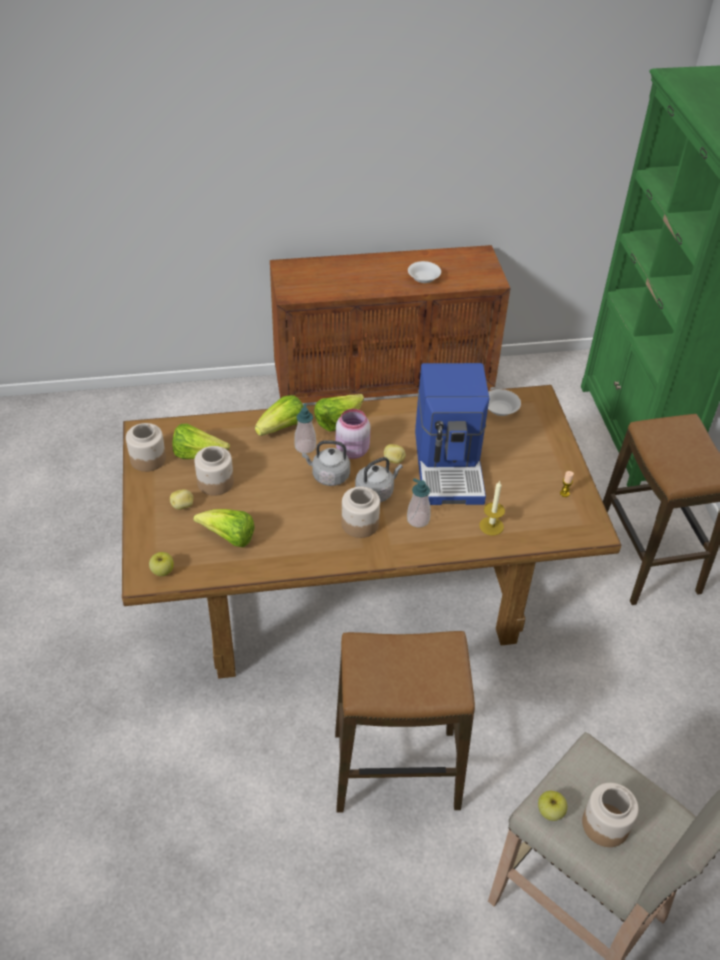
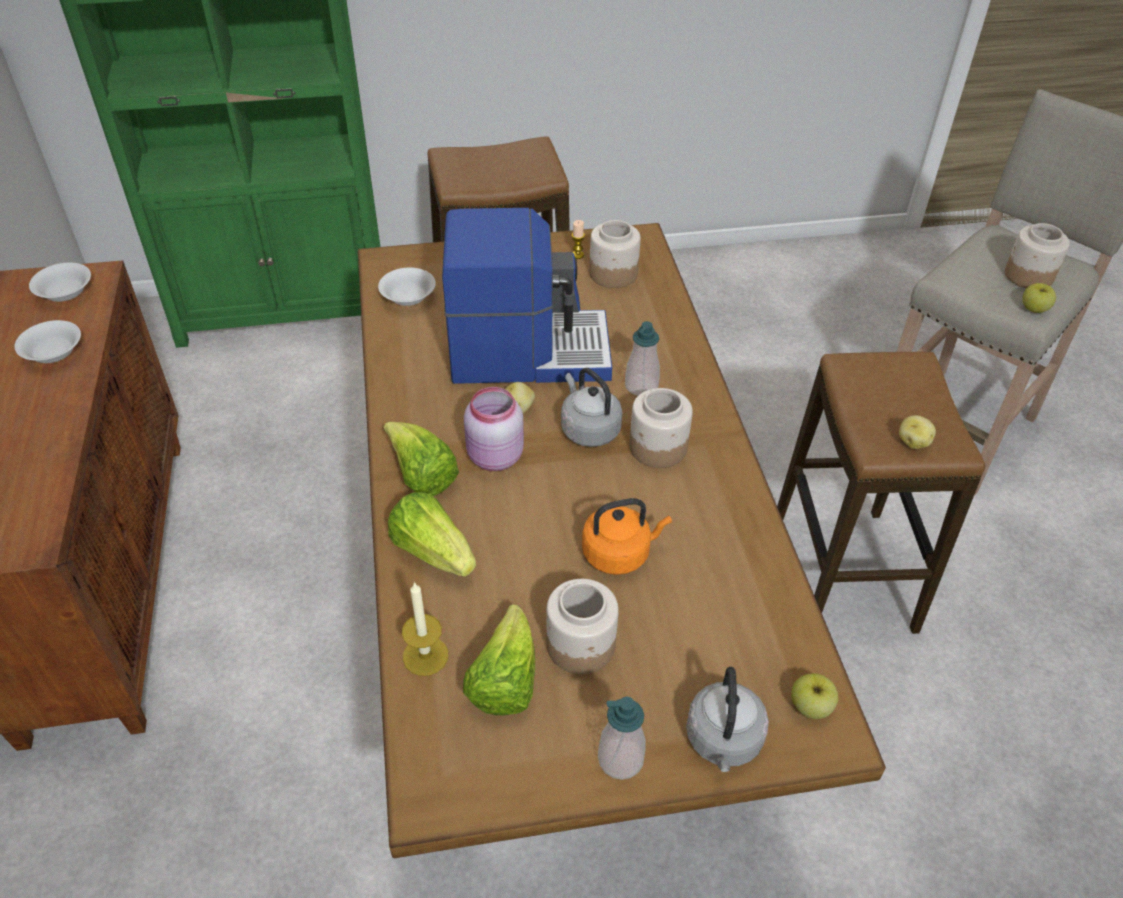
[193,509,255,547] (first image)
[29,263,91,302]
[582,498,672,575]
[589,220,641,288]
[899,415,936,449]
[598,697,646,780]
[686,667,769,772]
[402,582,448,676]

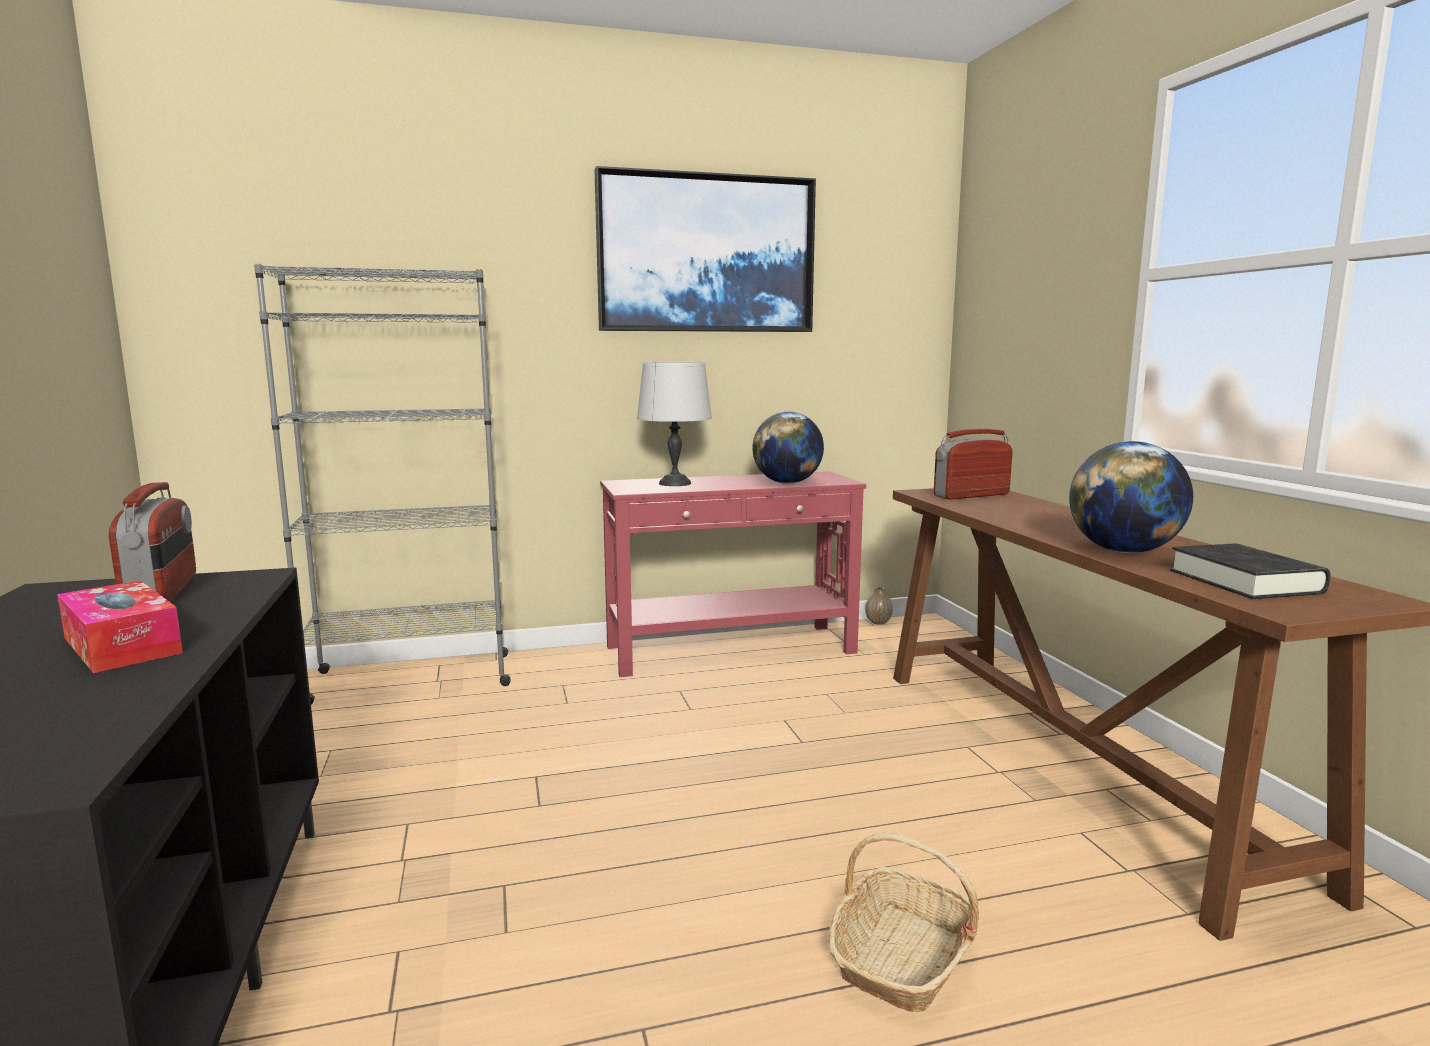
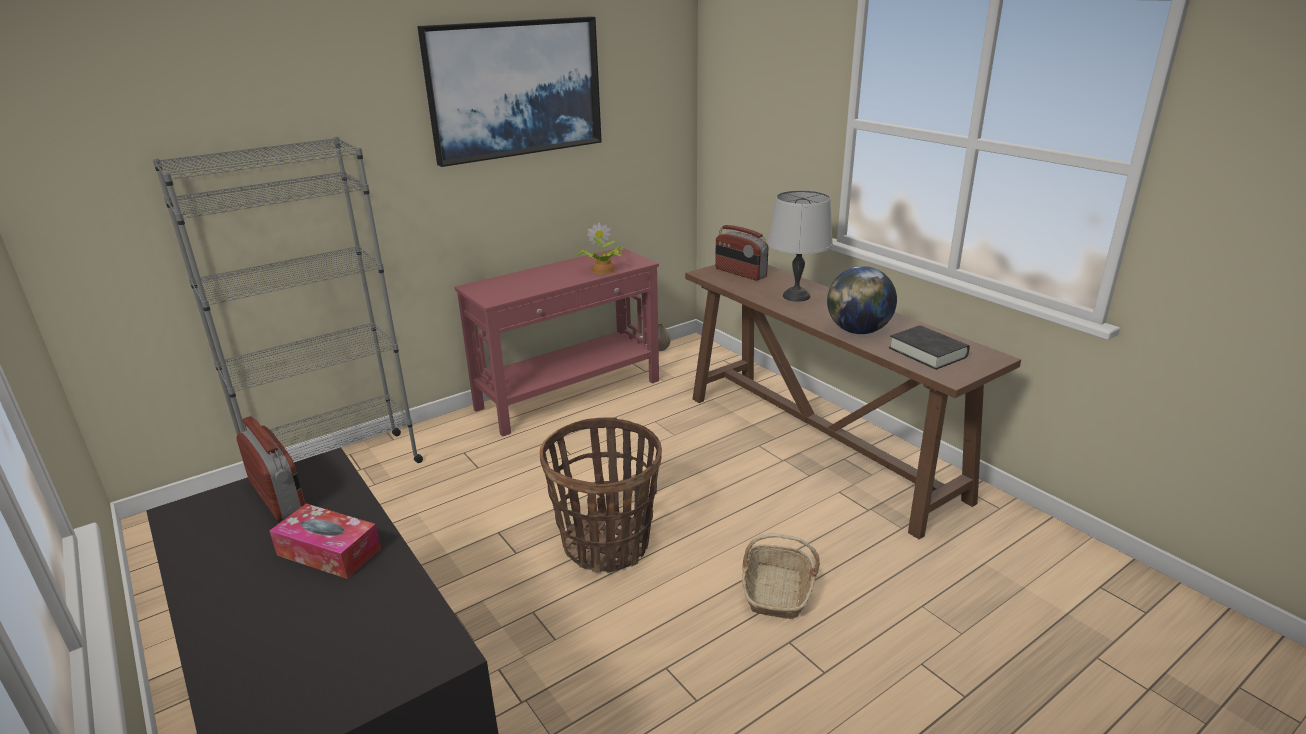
[540,417,662,573]
[768,190,833,302]
[577,222,623,274]
[715,225,768,281]

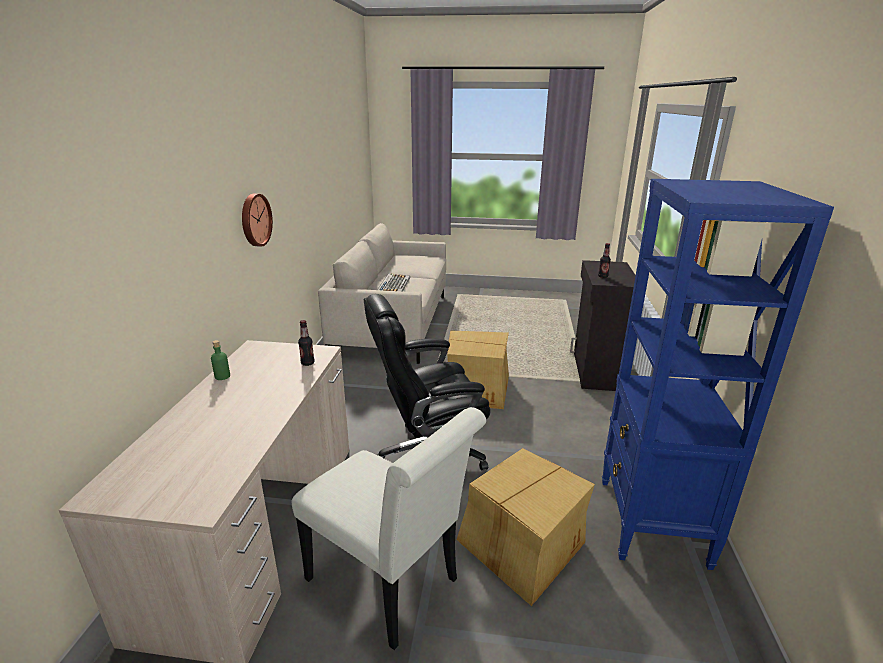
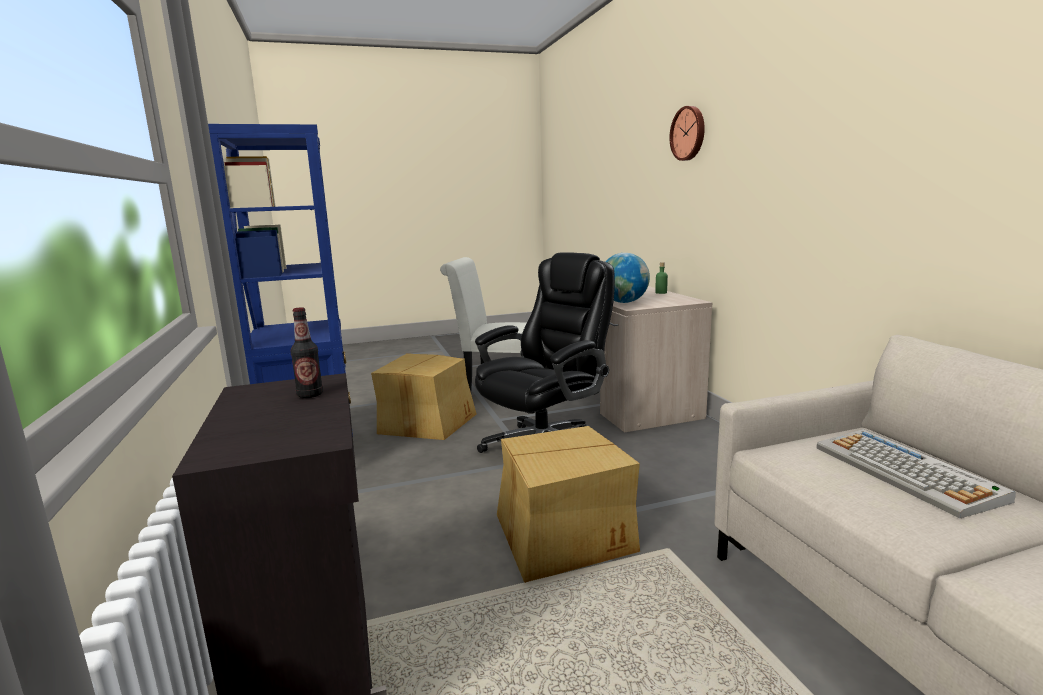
[670,106,705,161]
[606,253,650,303]

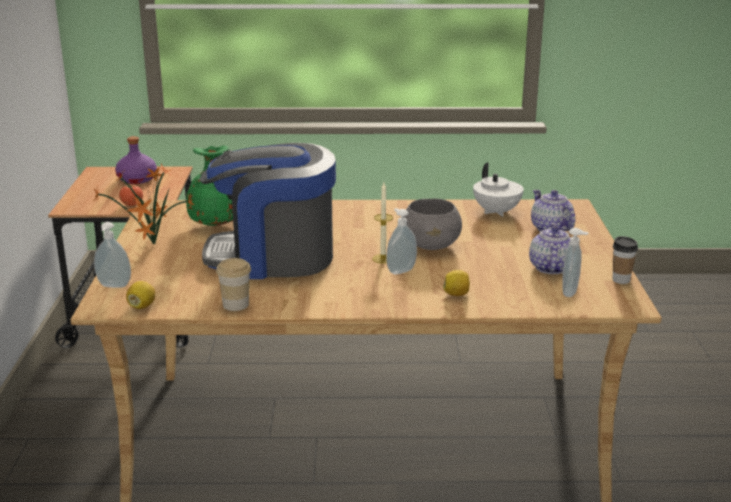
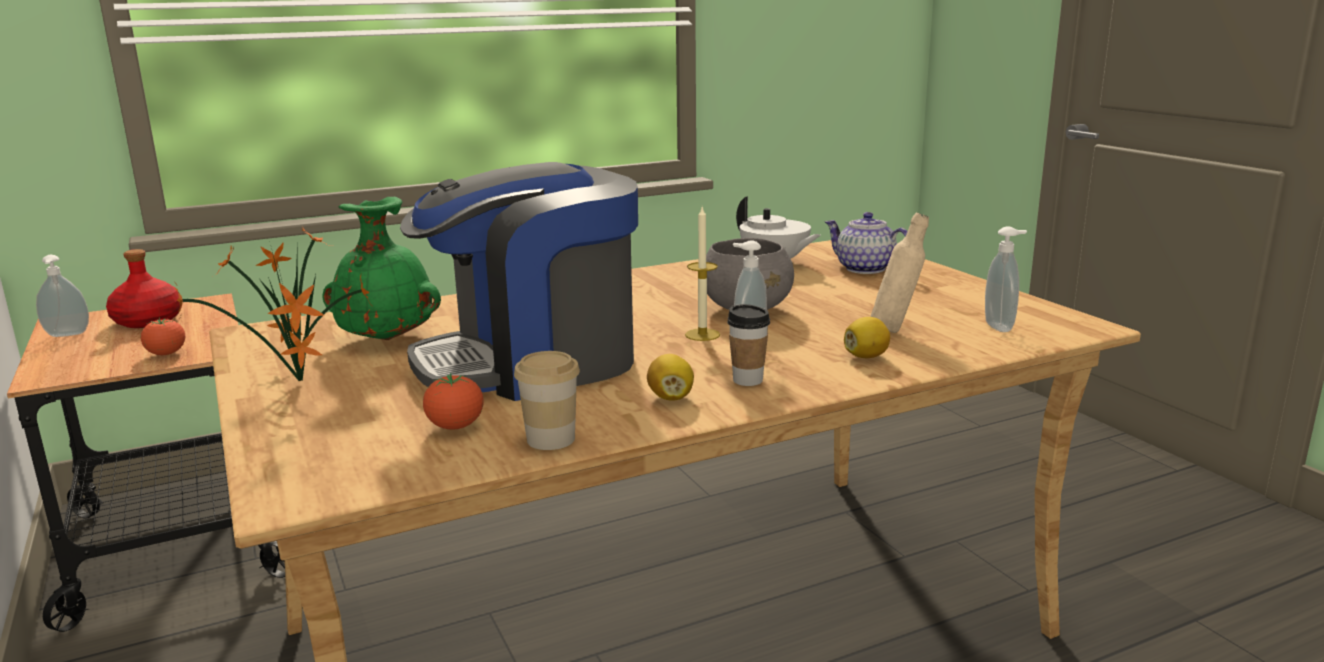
[529,223,570,274] (first image)
[423,373,484,430]
[870,212,929,333]
[36,255,89,337]
[647,354,694,401]
[727,304,770,386]
[106,249,182,328]

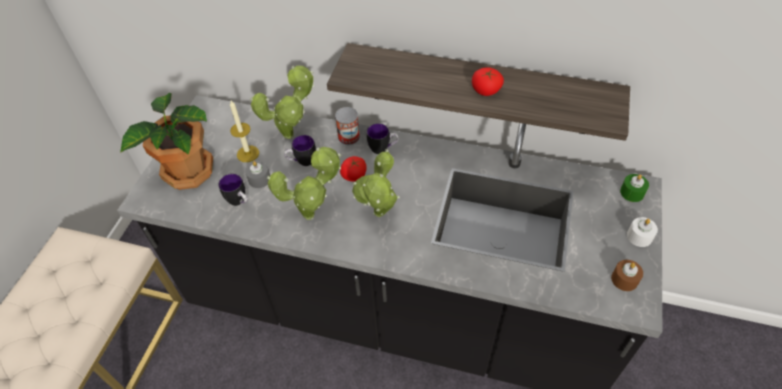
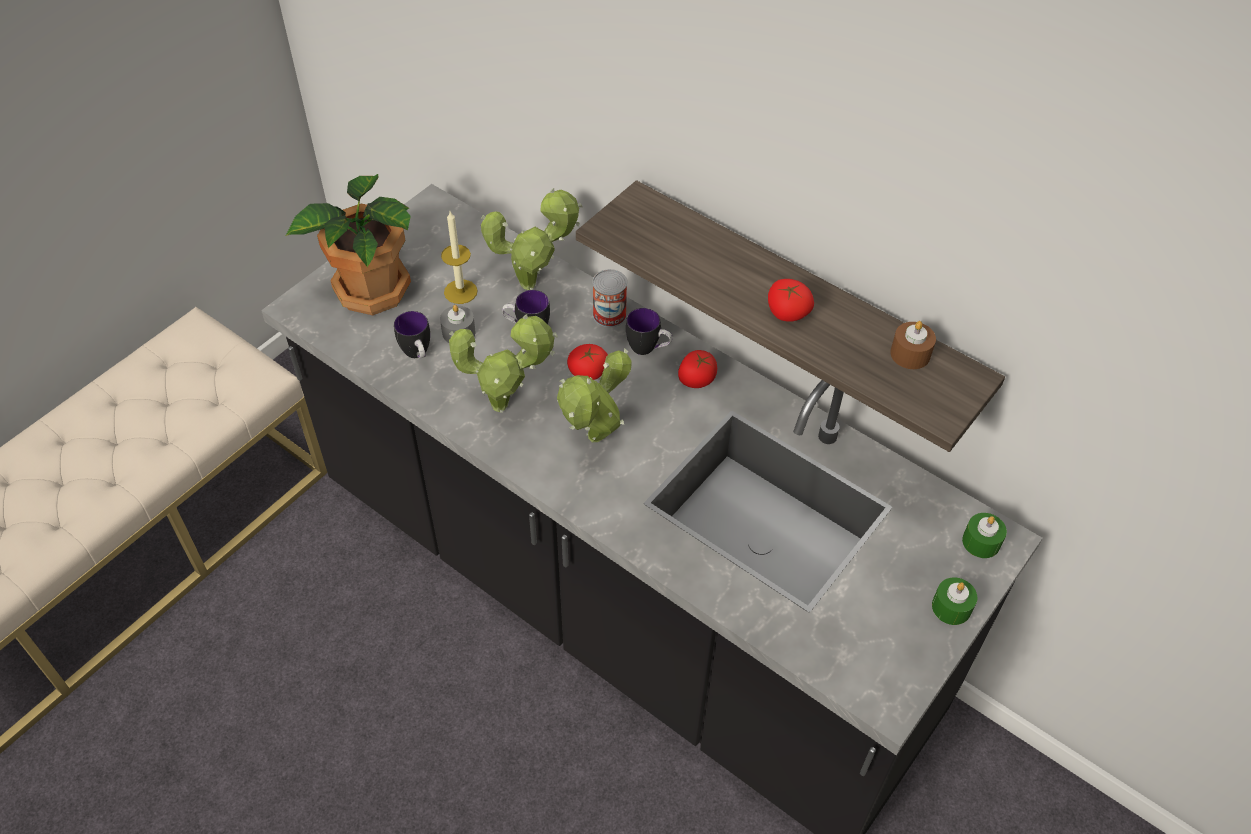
[678,350,717,388]
[890,321,936,369]
[932,578,977,625]

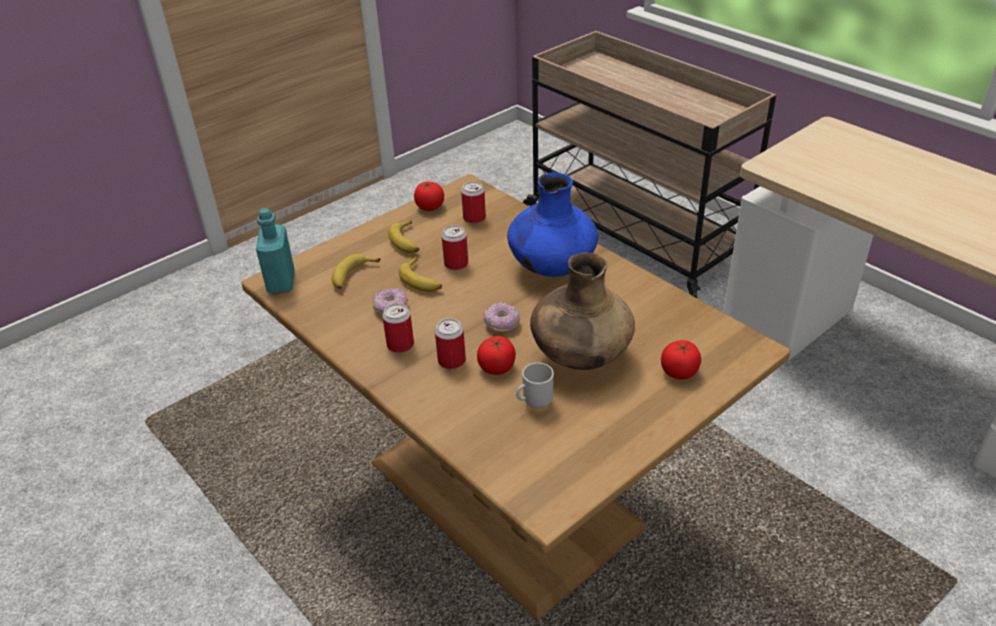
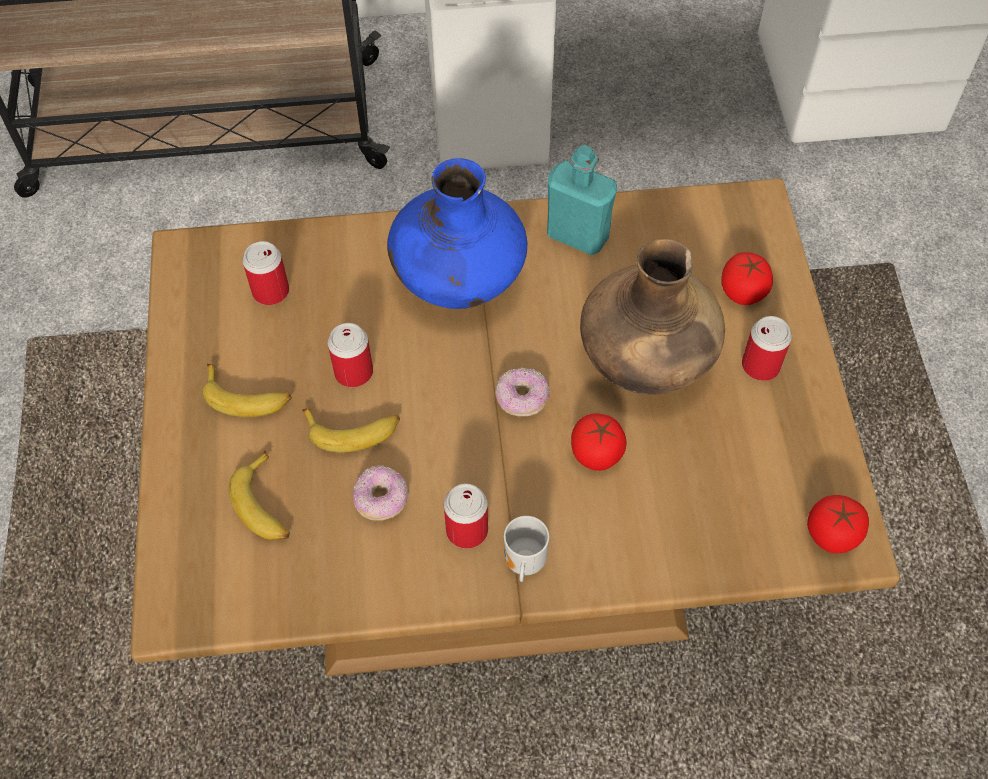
[547,145,617,255]
[807,495,869,553]
[742,316,792,381]
[504,516,549,582]

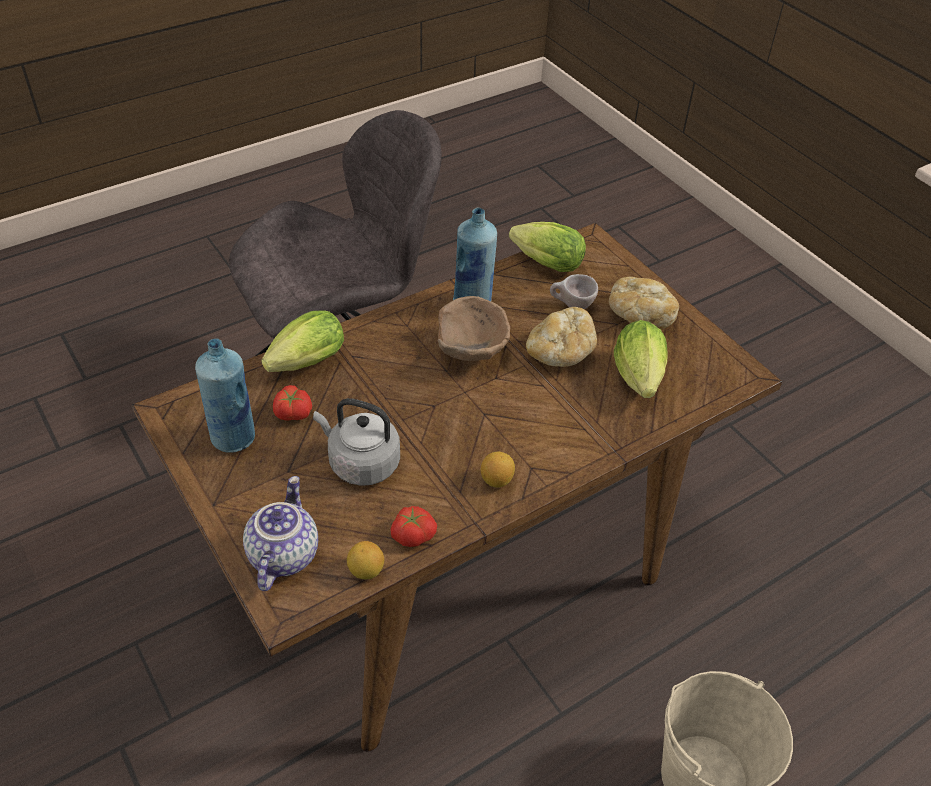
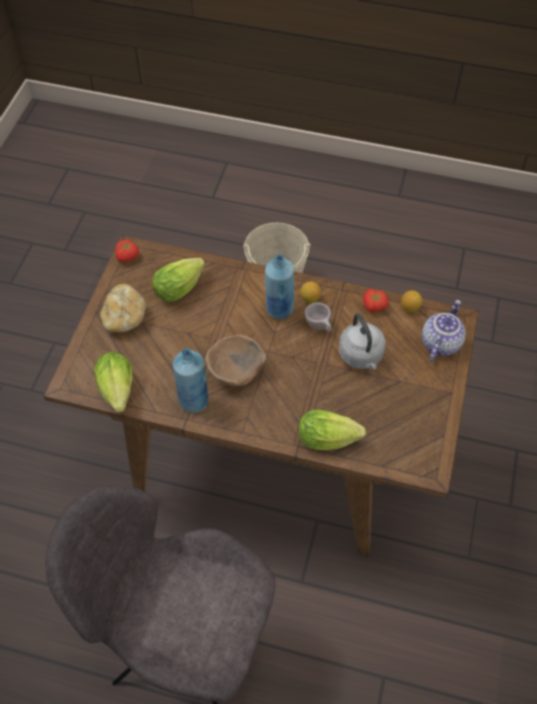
[526,307,597,367] (first image)
[265,254,294,319]
[115,239,139,262]
[305,302,332,332]
[422,300,466,361]

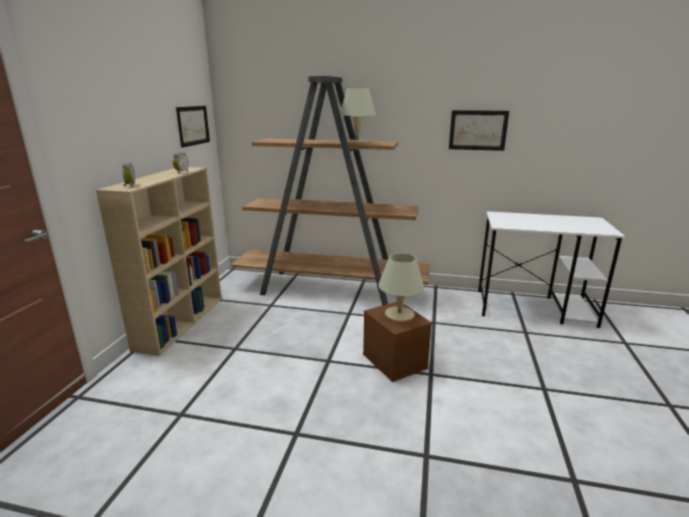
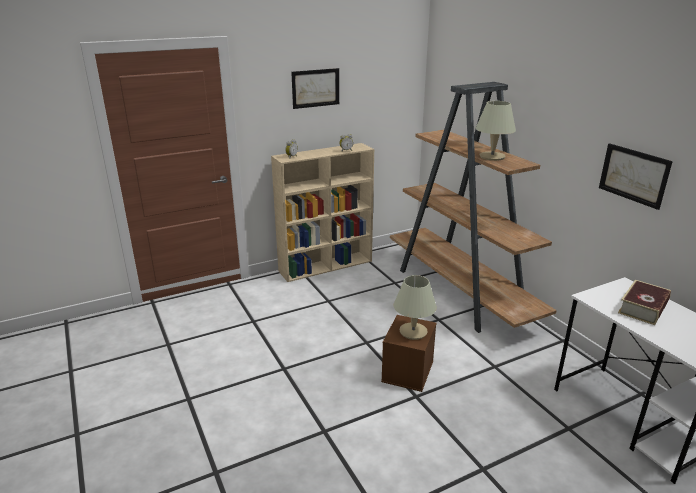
[618,280,671,325]
[291,68,339,109]

